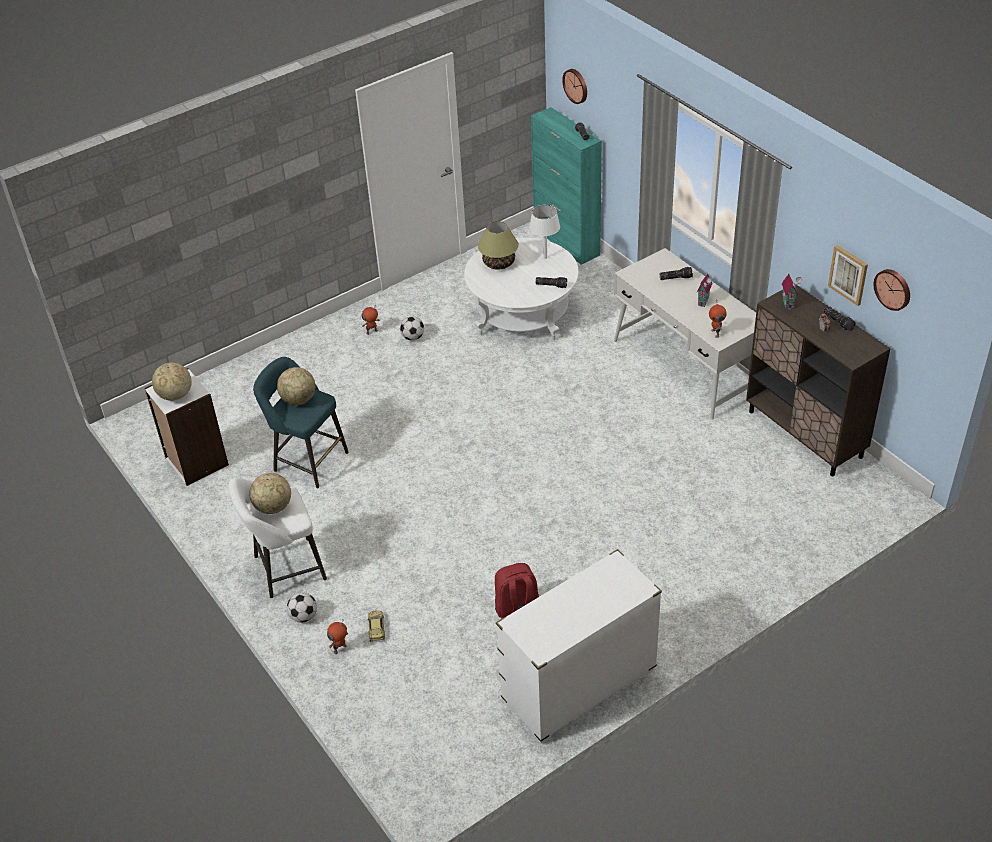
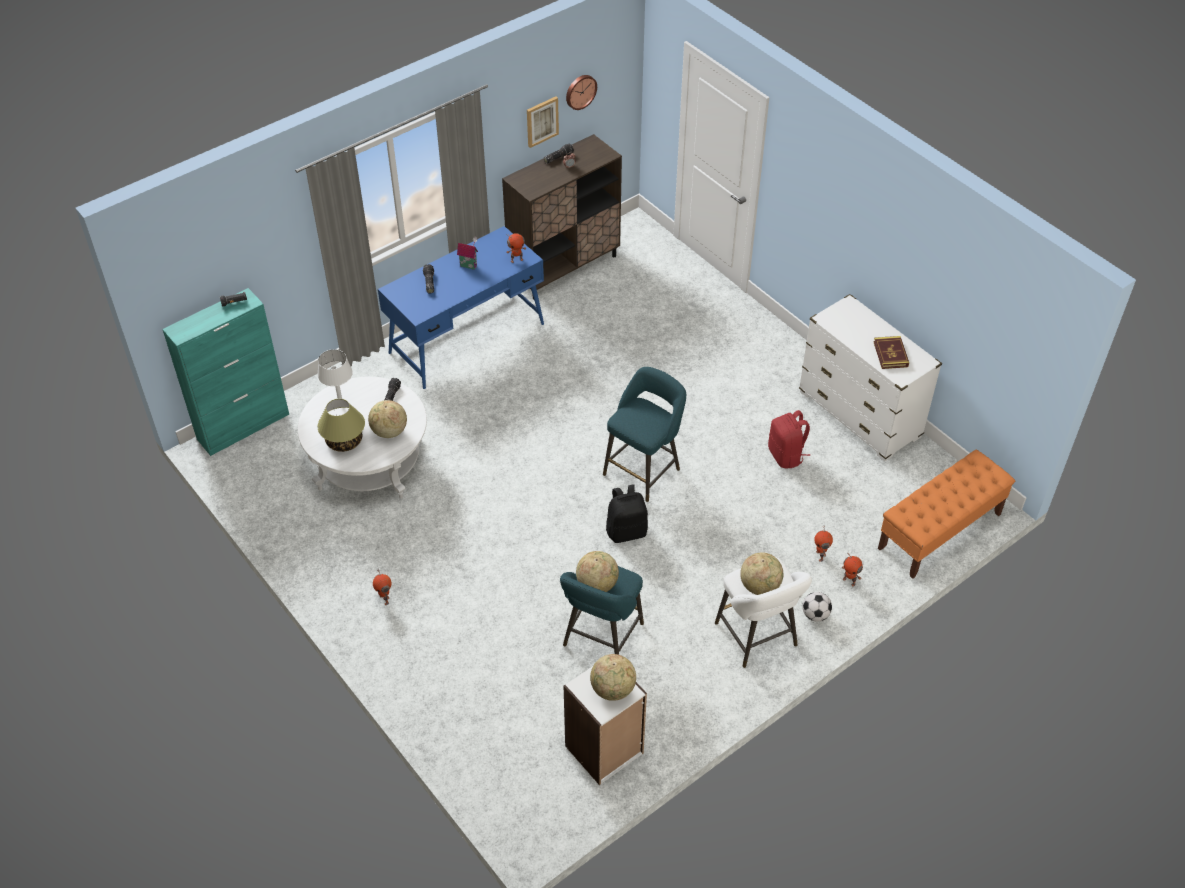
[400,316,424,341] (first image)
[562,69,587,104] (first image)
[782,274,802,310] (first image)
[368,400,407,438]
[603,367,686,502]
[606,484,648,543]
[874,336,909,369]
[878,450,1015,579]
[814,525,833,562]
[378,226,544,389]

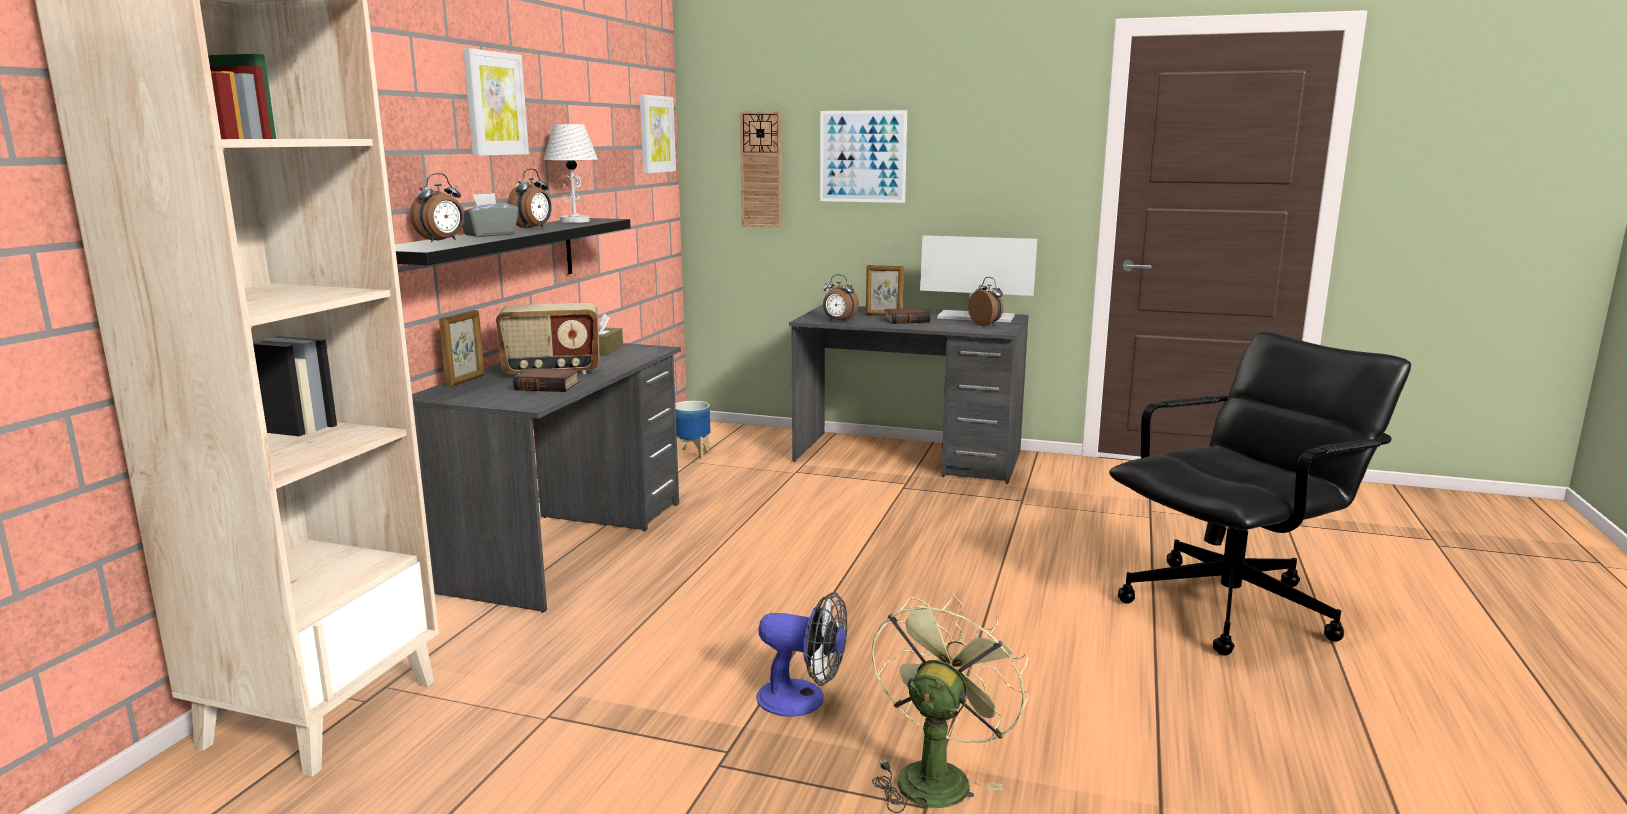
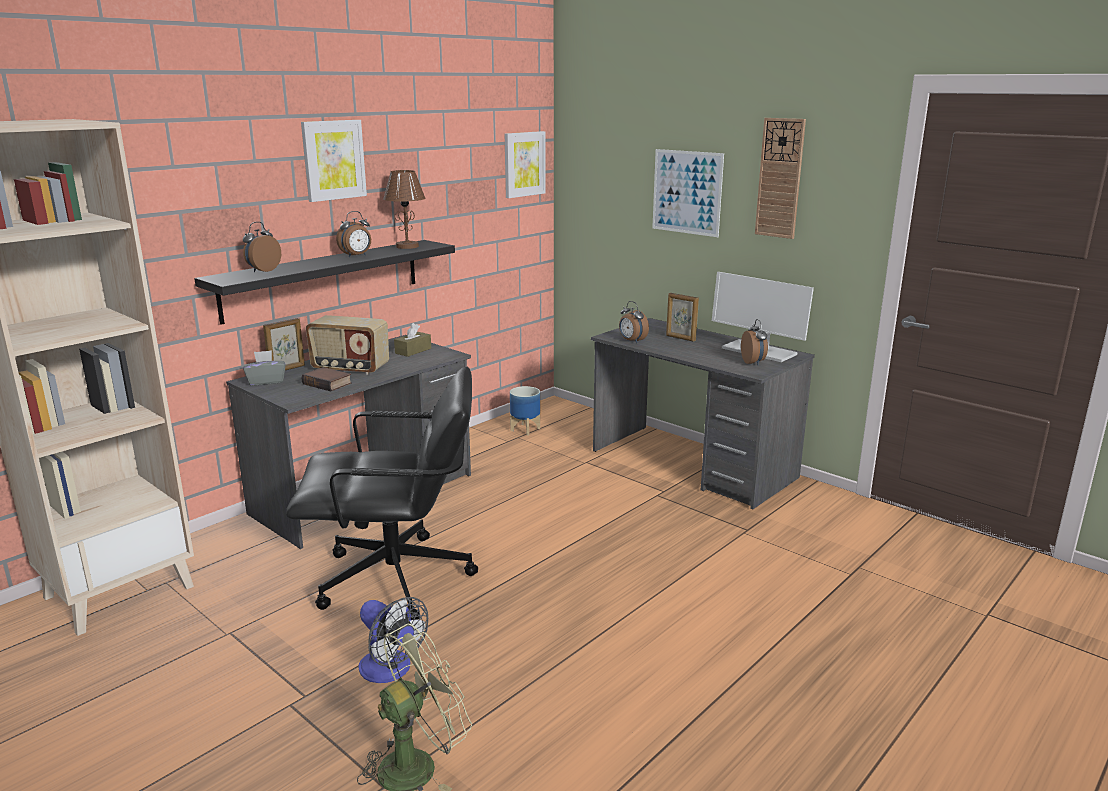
[884,308,930,324] (first image)
[243,350,286,386]
[755,118,806,239]
[286,366,478,620]
[383,170,425,249]
[243,222,281,272]

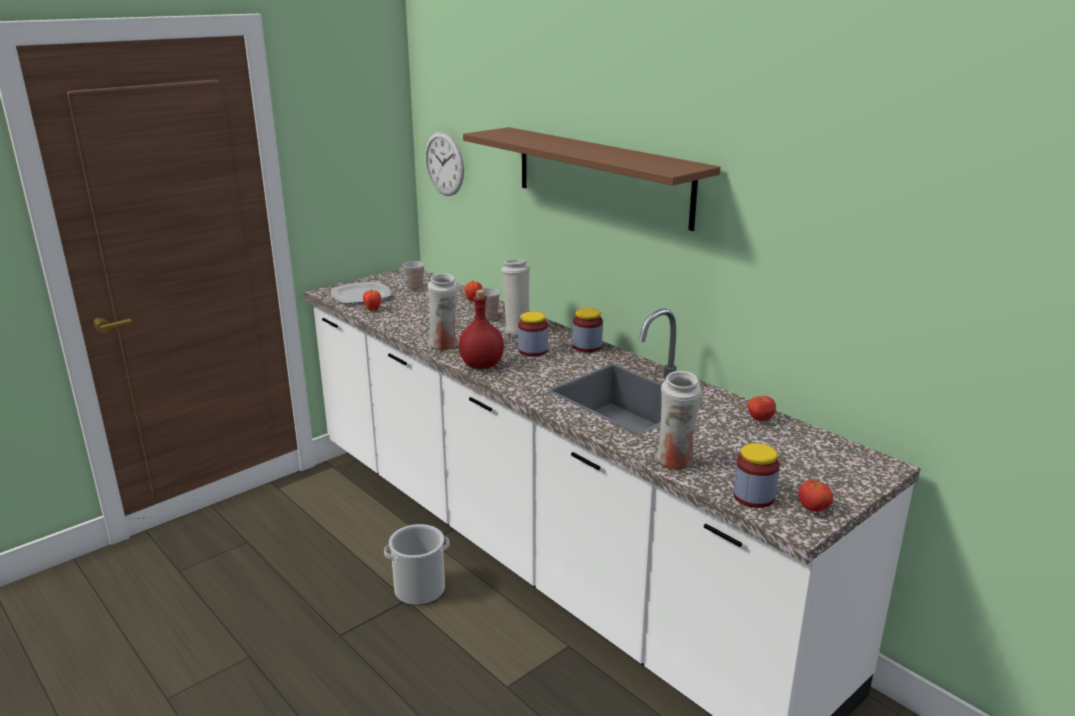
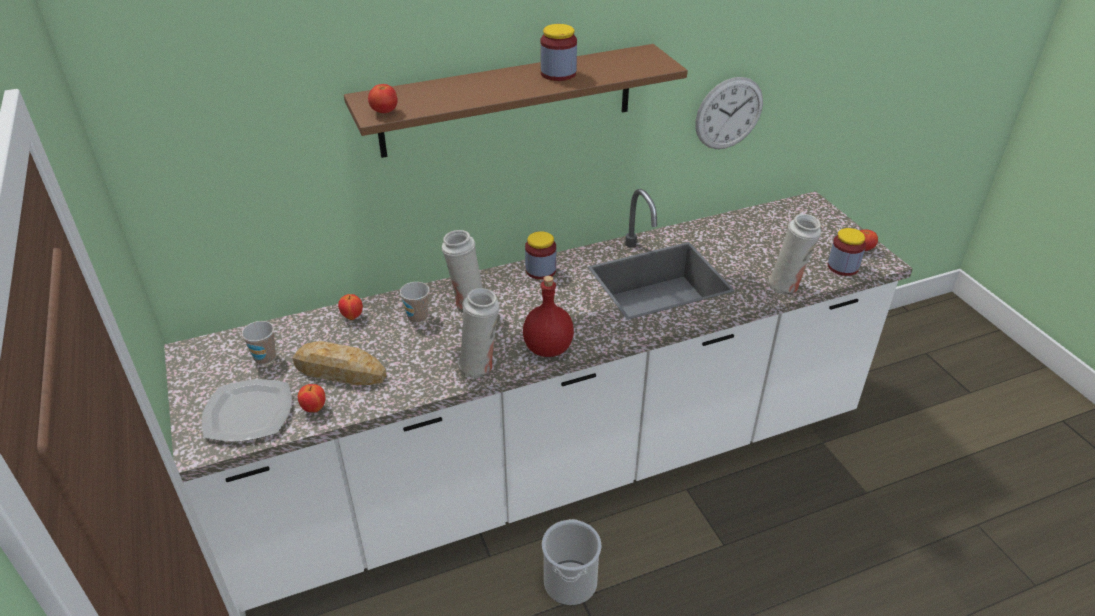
[292,341,386,385]
[695,77,763,149]
[540,24,577,81]
[368,84,398,113]

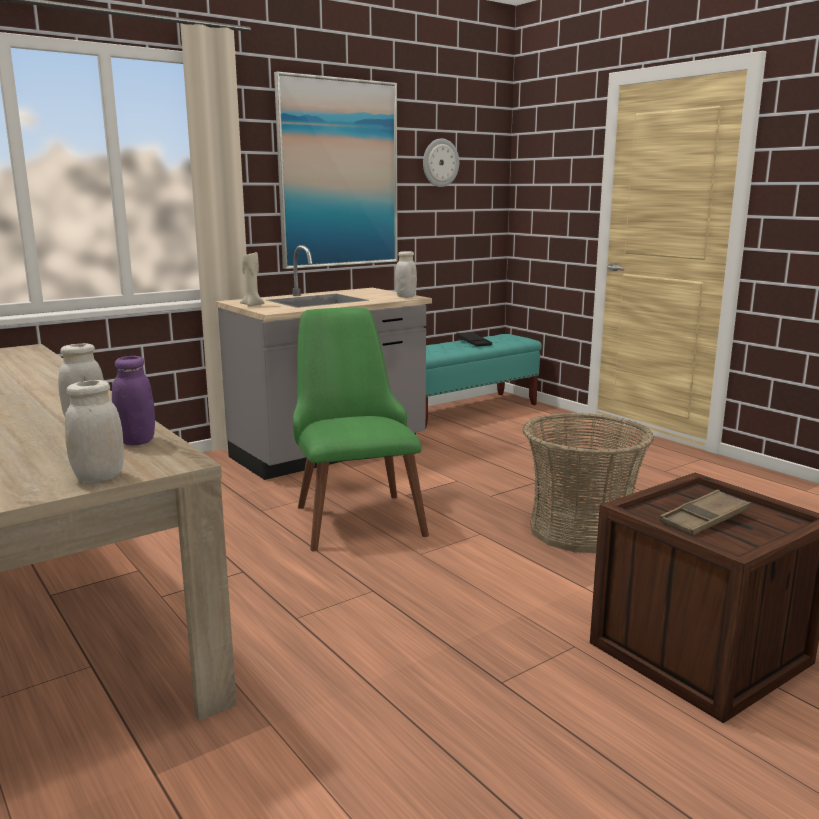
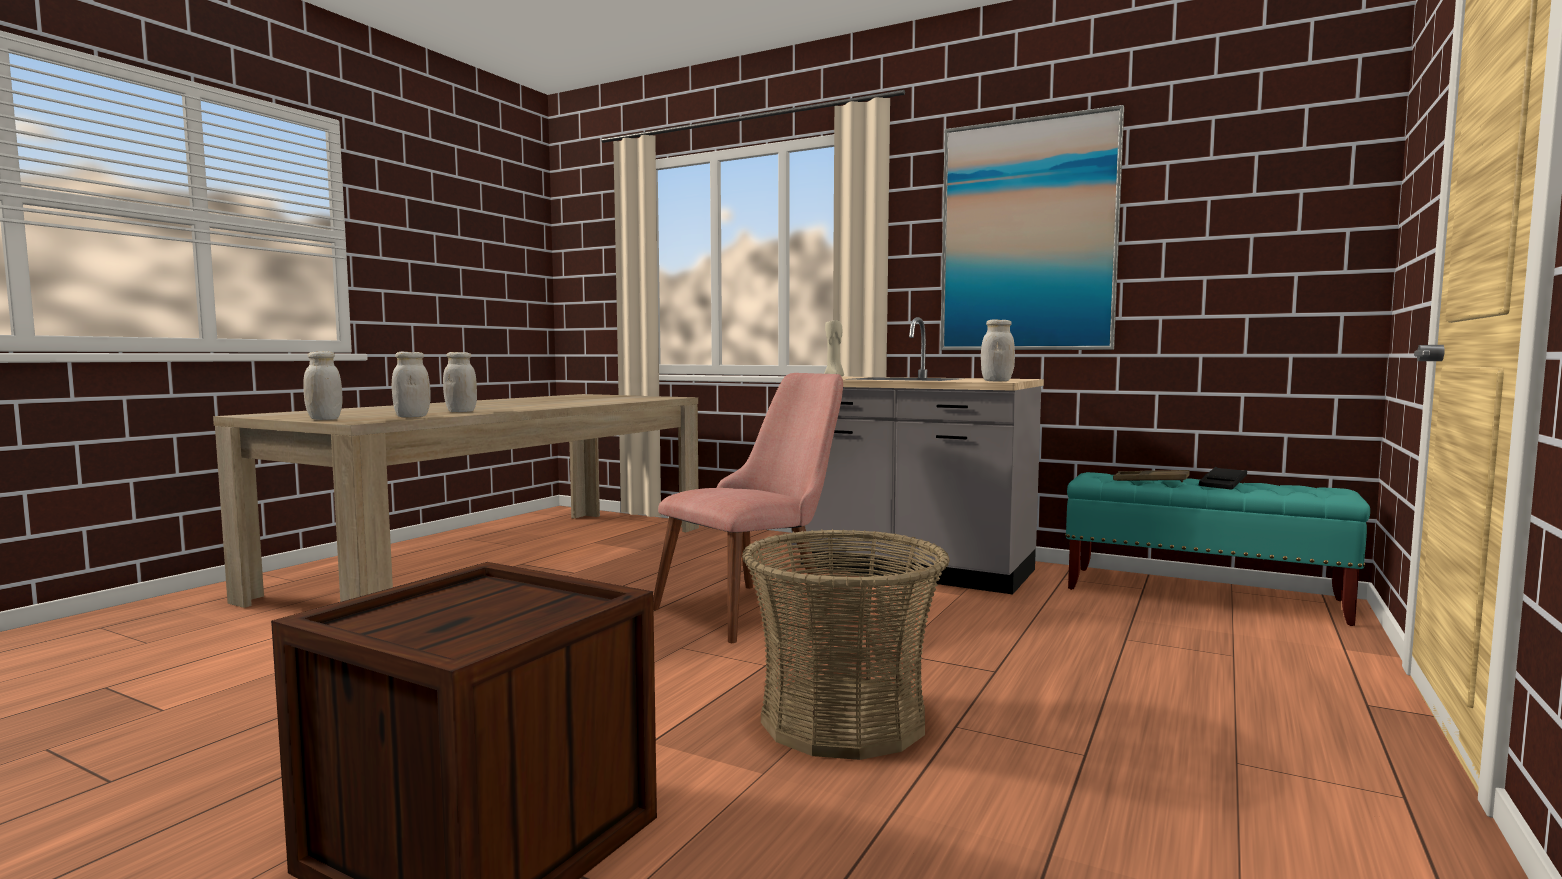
[423,138,459,187] (first image)
[1113,470,1190,482]
[392,352,431,418]
[653,373,843,643]

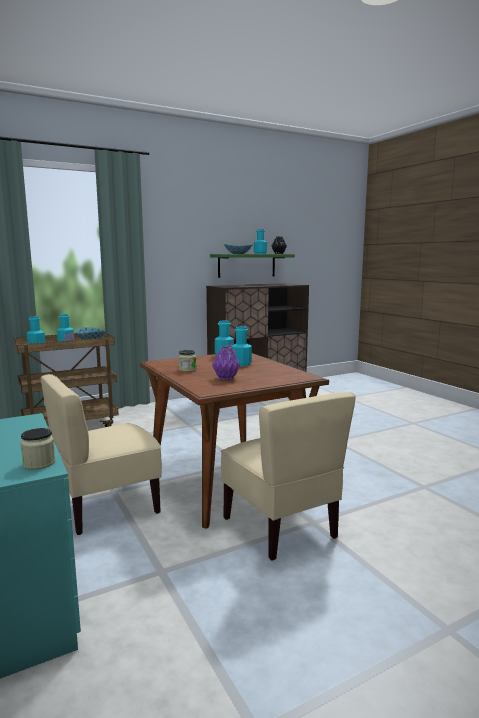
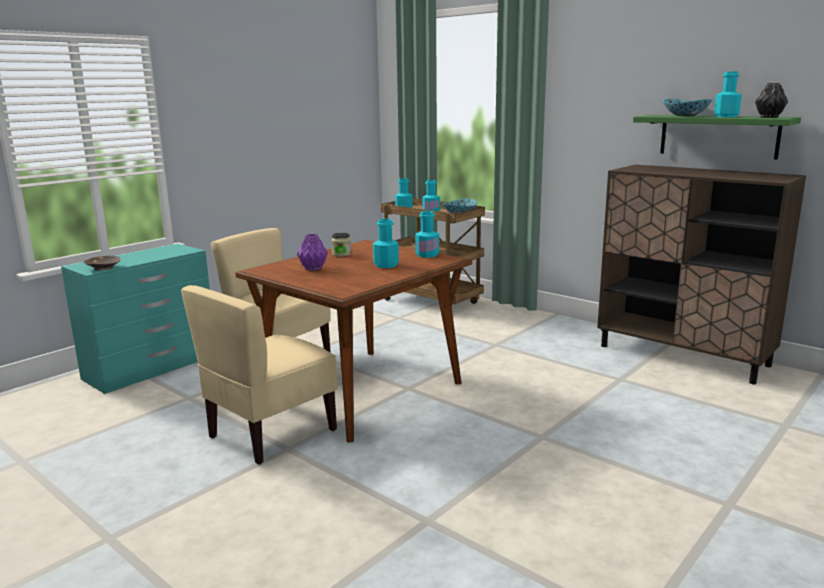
[84,256,121,271]

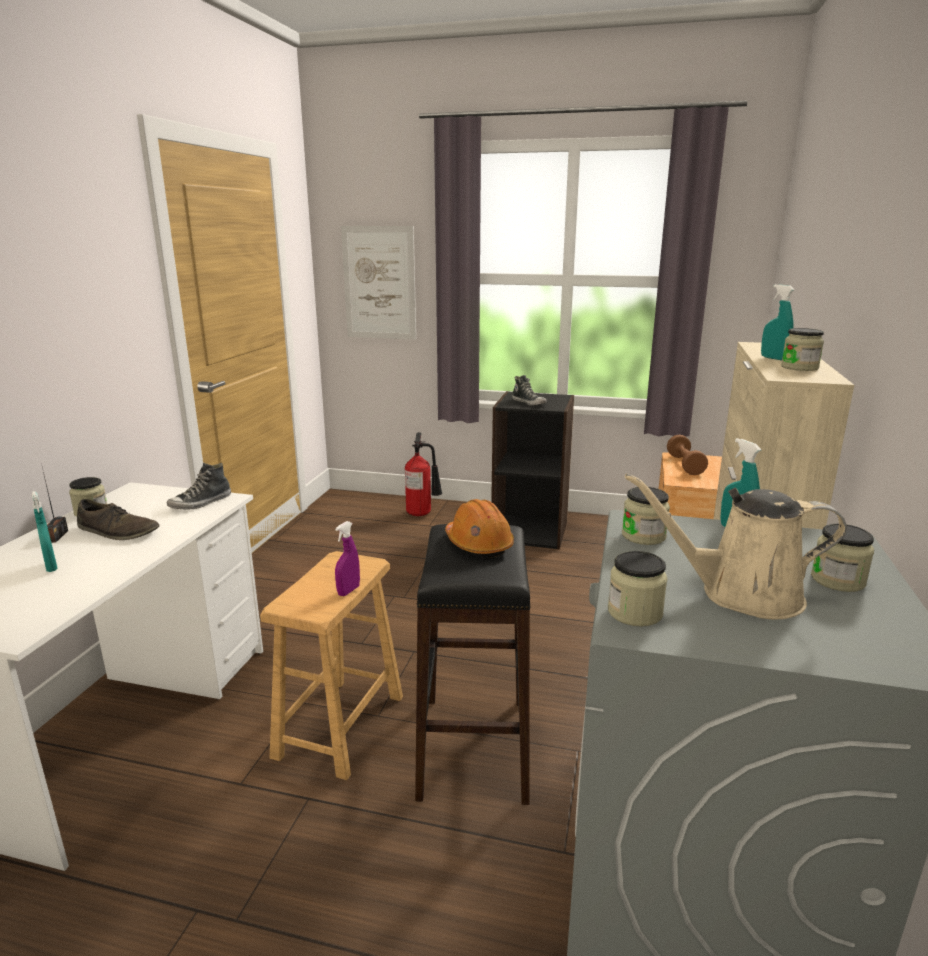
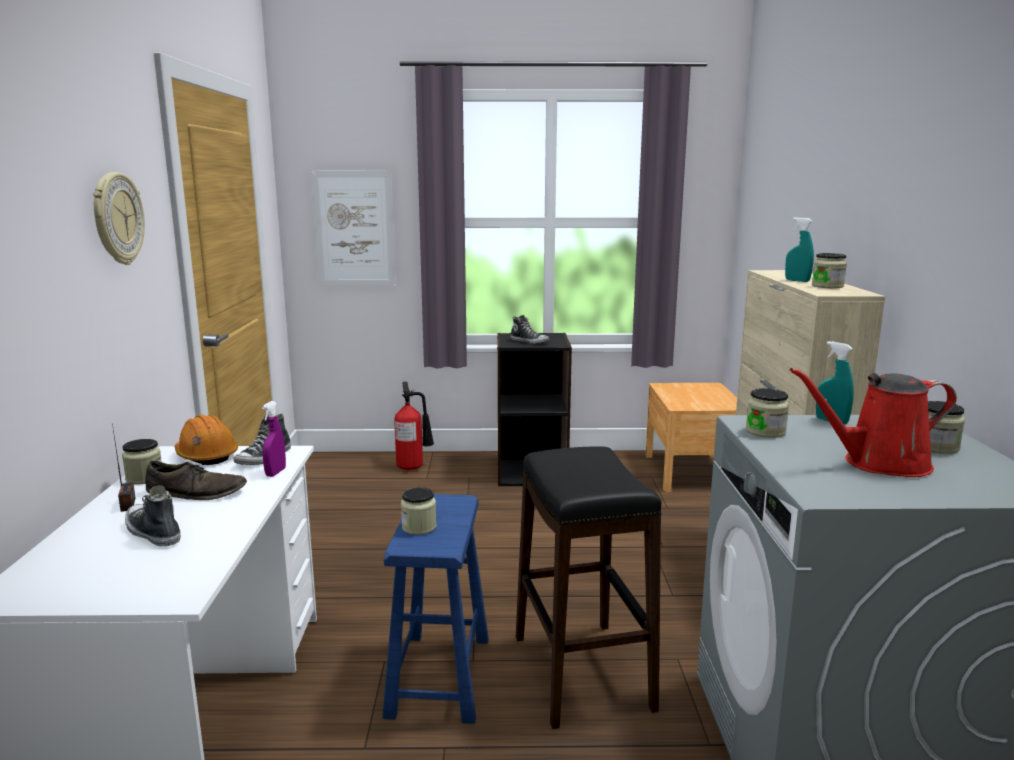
[667,435,708,475] (first image)
[93,172,145,265]
[262,401,286,477]
[175,415,238,465]
[401,487,436,535]
[125,485,181,546]
[382,494,489,724]
[790,368,957,477]

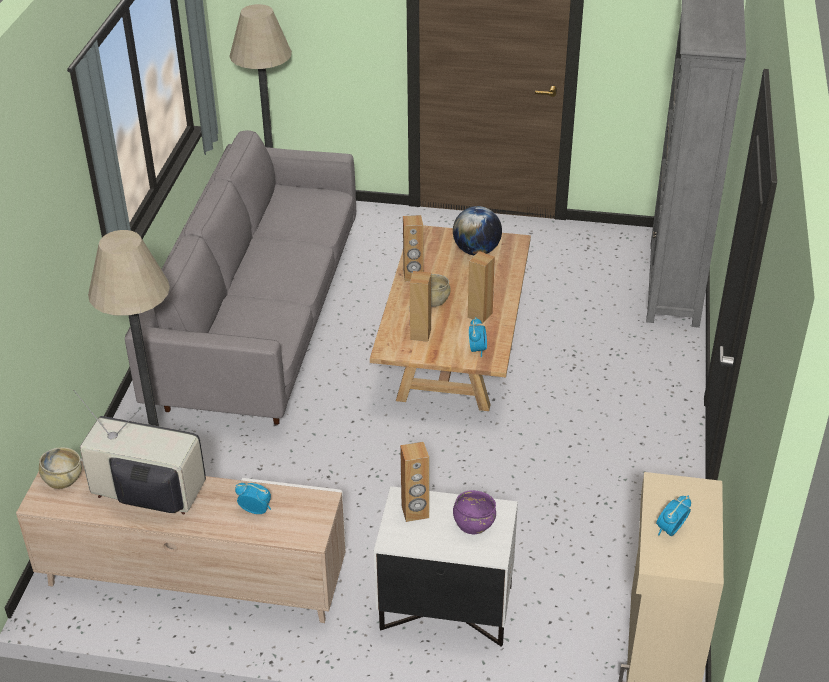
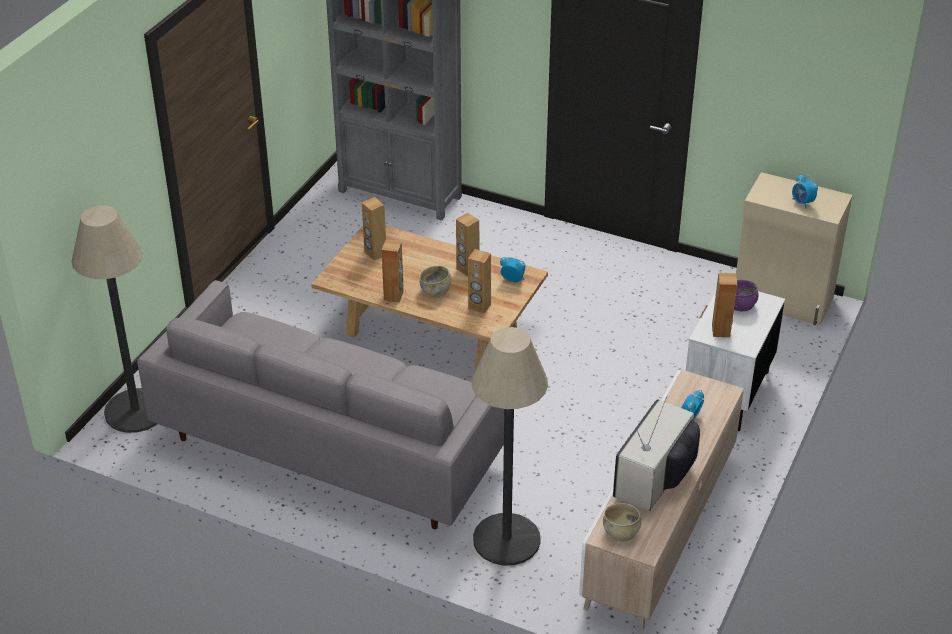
[362,197,386,260]

